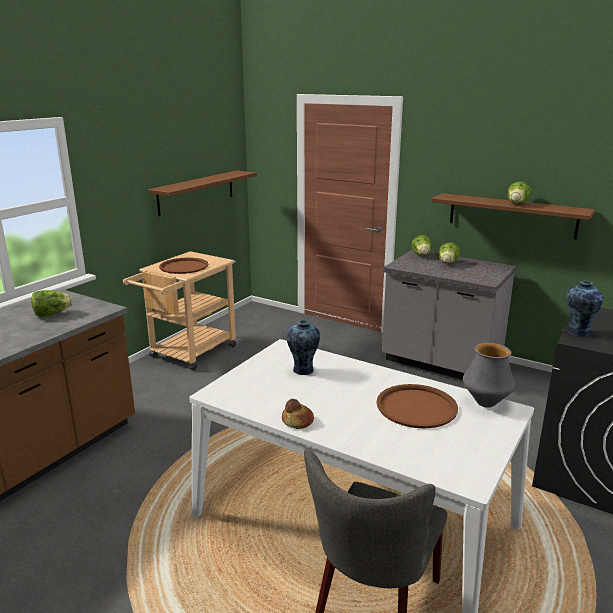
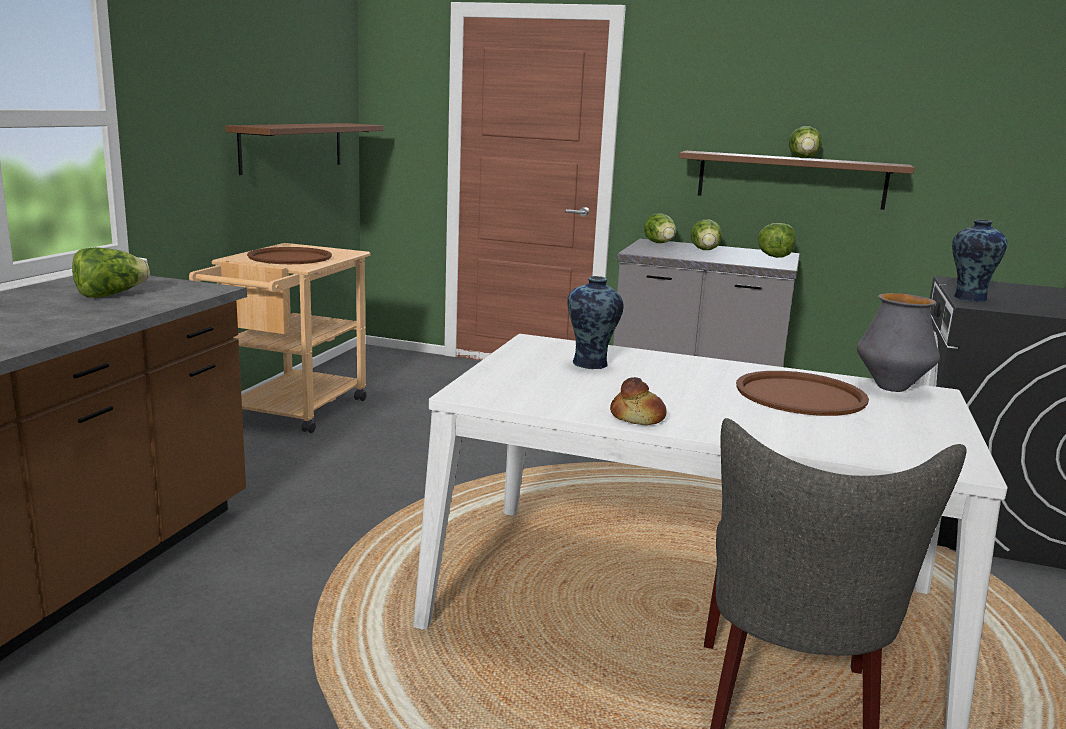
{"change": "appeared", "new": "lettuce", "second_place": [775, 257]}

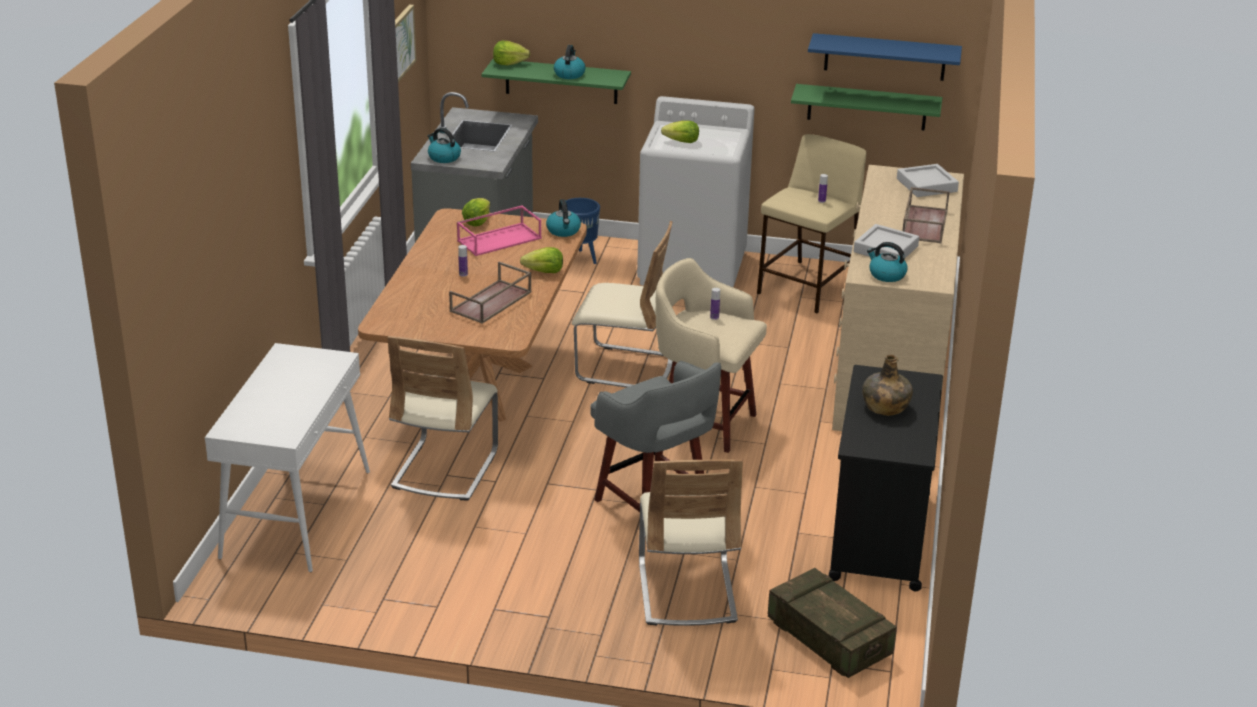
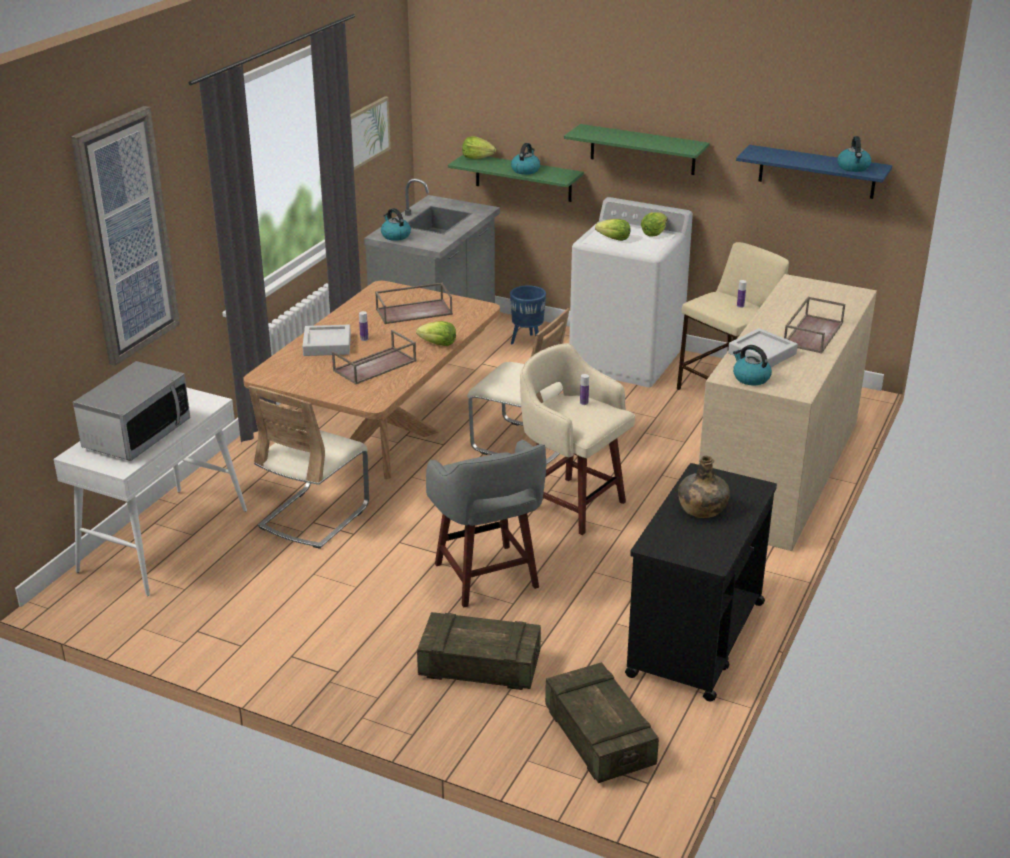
{"change": "appeared", "new": "picture", "second_place": [126, 236]}
{"change": "appeared", "new": "microwave", "second_place": [137, 435]}
{"change": "relocated", "old": "lettuce", "first_place": [477, 221], "second_place": [654, 233]}
{"change": "relocated", "old": "kettle", "first_place": [563, 231], "second_place": [853, 167]}
{"change": "relocated", "old": "green shelf", "first_place": [867, 107], "second_place": [642, 149]}
{"change": "relocated", "old": "grey tray", "first_place": [926, 185], "second_place": [327, 345]}
{"change": "exchanged", "old": "beige chair", "new": "crate", "first_place": [686, 591], "second_place": [479, 666]}
{"change": "colour", "old": "pink tray", "new": "brown tray", "first_place": [499, 239], "second_place": [414, 311]}

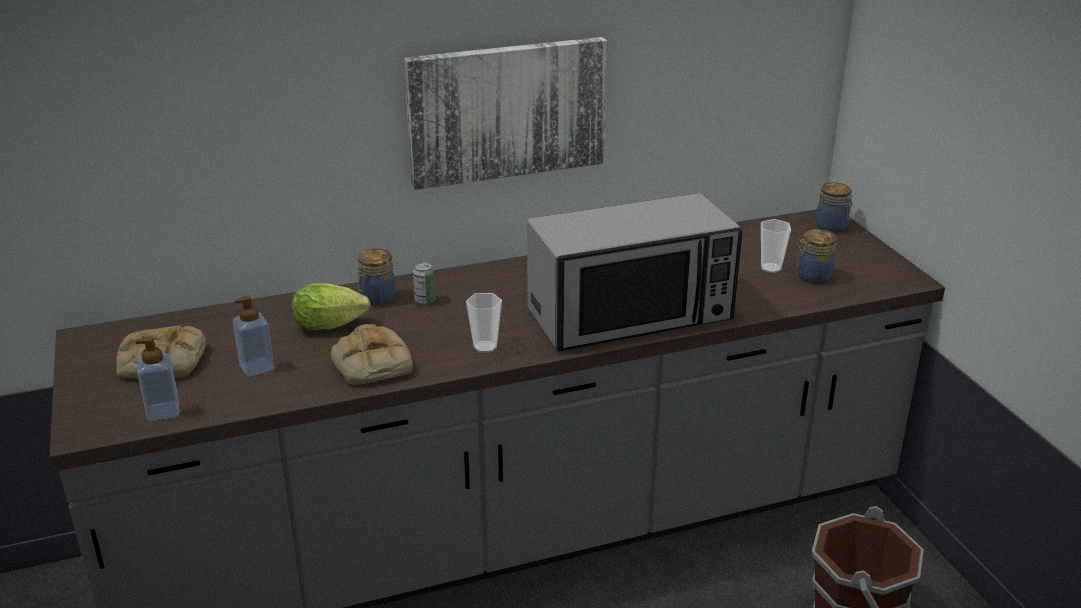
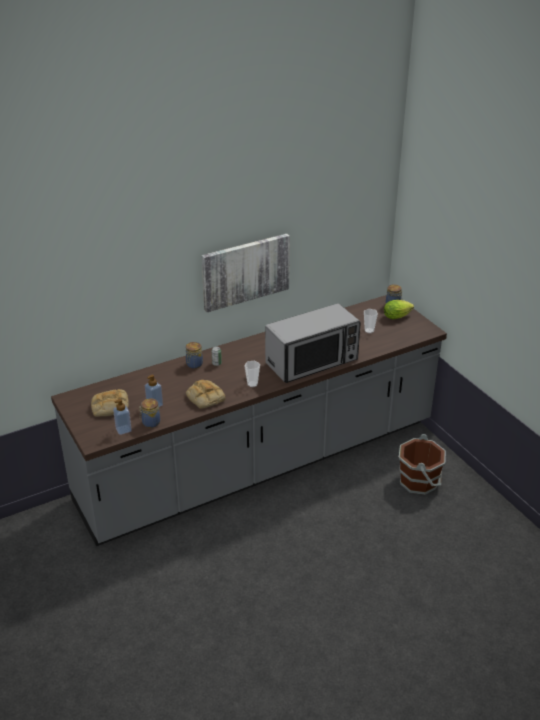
{"change": "relocated", "old": "lettuce", "first_place": [333, 325], "second_place": [398, 316]}
{"change": "relocated", "old": "jar", "first_place": [812, 277], "second_place": [150, 423]}

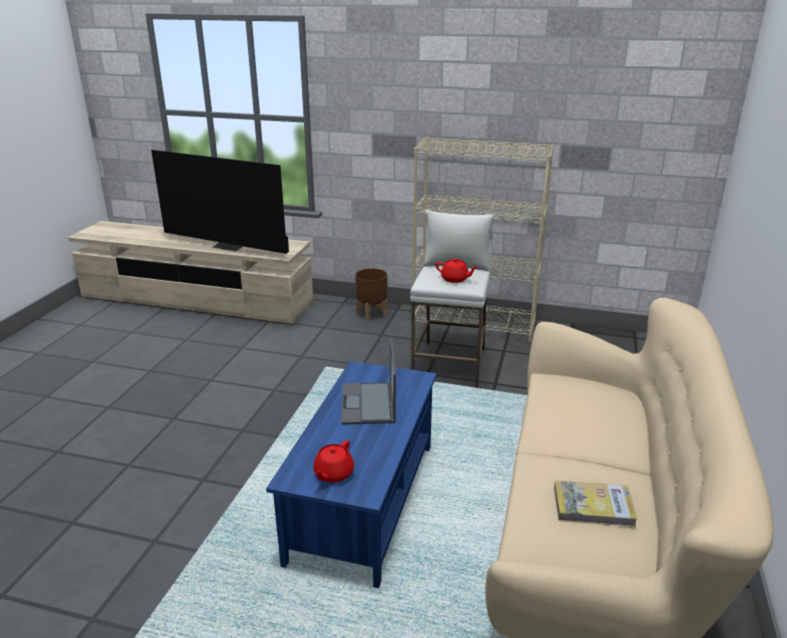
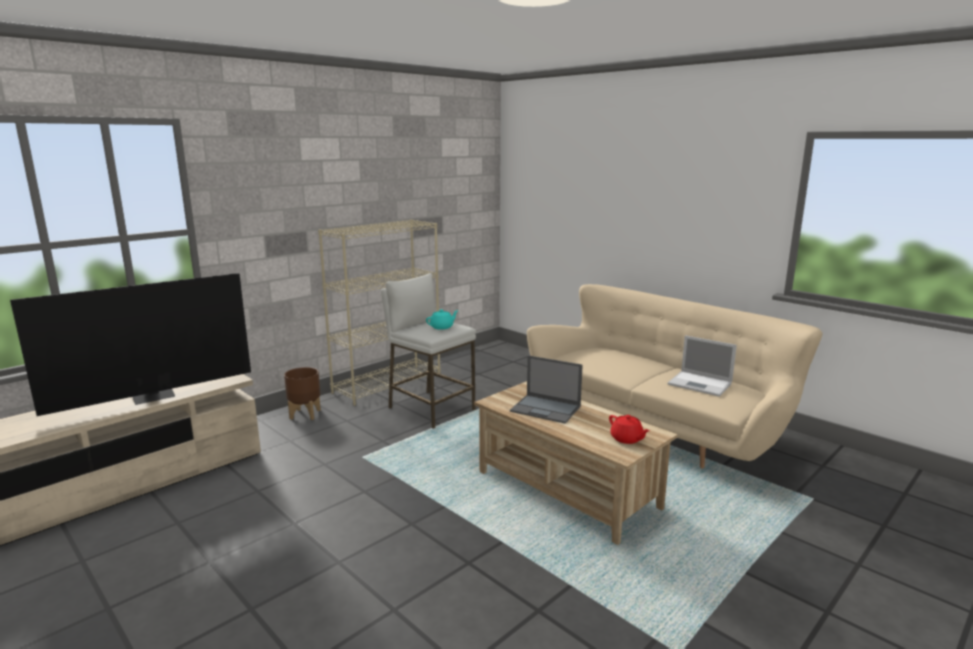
{"change": "exchanged", "old": "book", "new": "laptop", "first_place": [593, 506], "second_place": [701, 384]}
{"change": "colour", "old": "blue coffee table", "new": "beige coffee table", "first_place": [364, 501], "second_place": [567, 489]}
{"change": "colour", "old": "red teapot", "new": "turquoise teapot", "first_place": [455, 279], "second_place": [442, 327]}

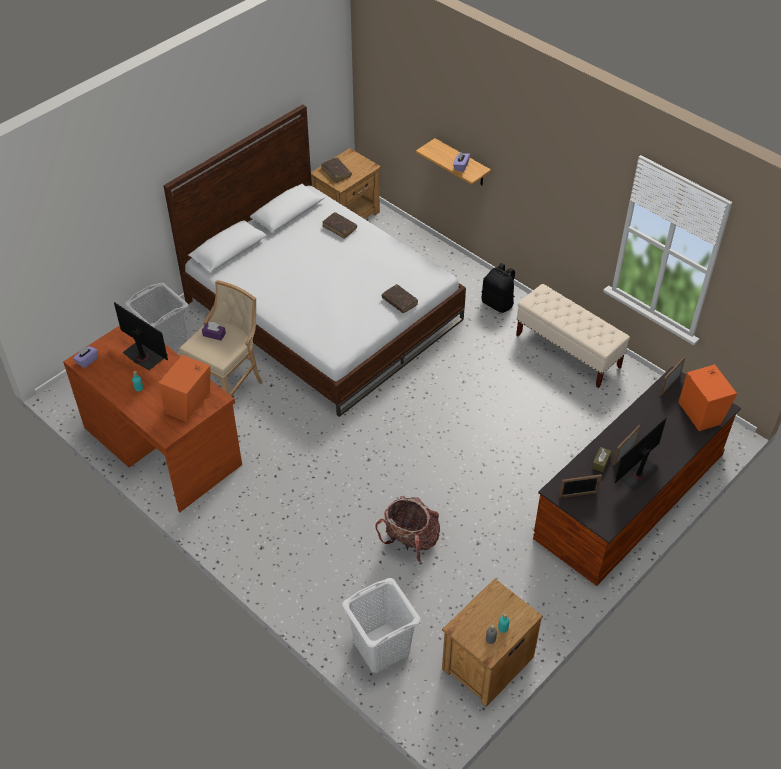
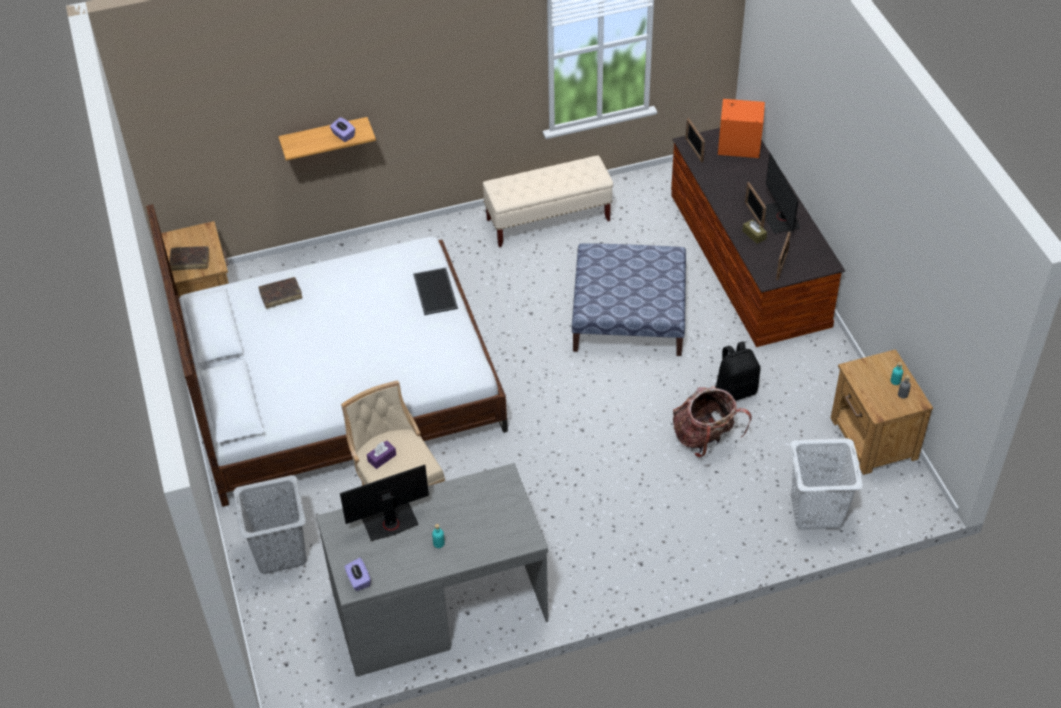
{"change": "missing", "old": "orange speaker", "first_place": [190, 404]}
{"change": "appeared", "new": "ottoman", "second_place": [629, 314]}
{"change": "relocated", "old": "black backpack", "first_place": [498, 303], "second_place": [735, 390]}
{"change": "exchanged", "old": "brown book", "new": "tray", "first_place": [399, 301], "second_place": [436, 292]}
{"change": "colour", "old": "brown desk", "new": "grey desk", "first_place": [163, 445], "second_place": [438, 605]}

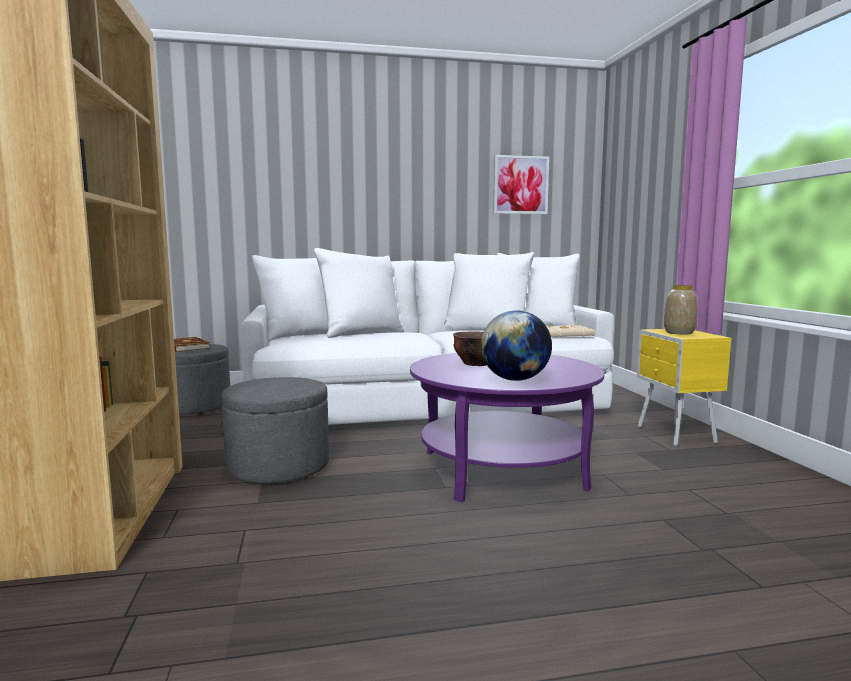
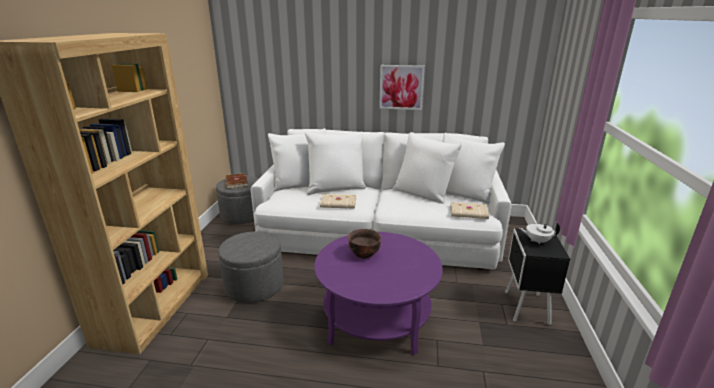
{"change": "missing", "old": "globe", "first_place": [515, 379]}
{"change": "appeared", "new": "beige book", "second_place": [338, 203]}
{"change": "relocated", "old": "picture", "first_place": [520, 185], "second_place": [401, 87]}
{"change": "exchanged", "old": "vase", "new": "white teapot", "first_place": [678, 332], "second_place": [537, 241]}
{"change": "colour", "old": "yellow nightstand", "new": "black nightstand", "first_place": [676, 435], "second_place": [526, 308]}

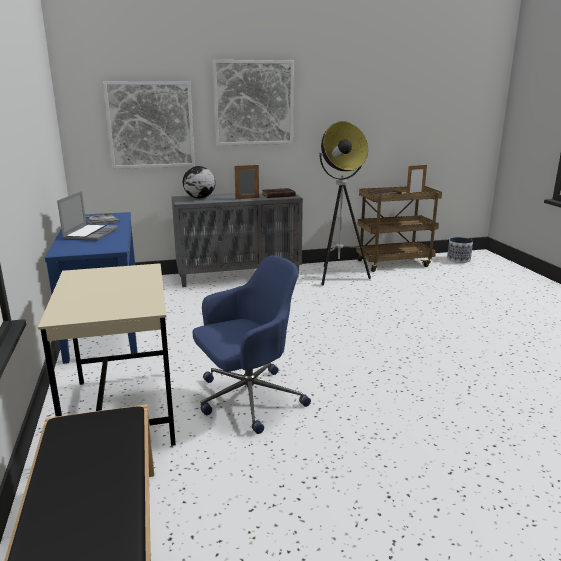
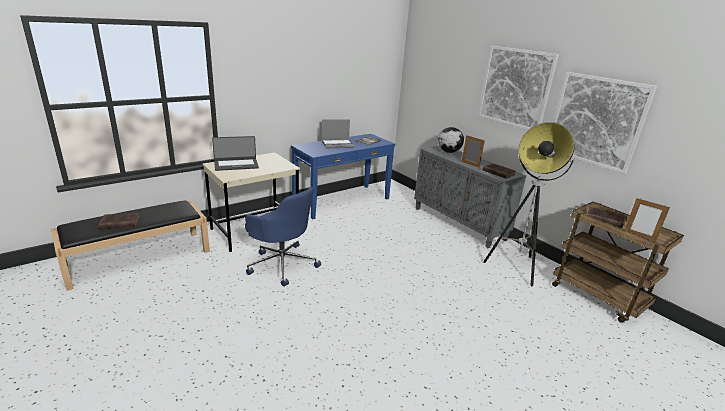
{"change": "missing", "old": "planter", "first_place": [458, 259]}
{"change": "appeared", "new": "brown book", "second_place": [119, 223]}
{"change": "appeared", "new": "laptop", "second_place": [236, 165]}
{"change": "relocated", "old": "picture", "first_place": [150, 125], "second_place": [596, 121]}

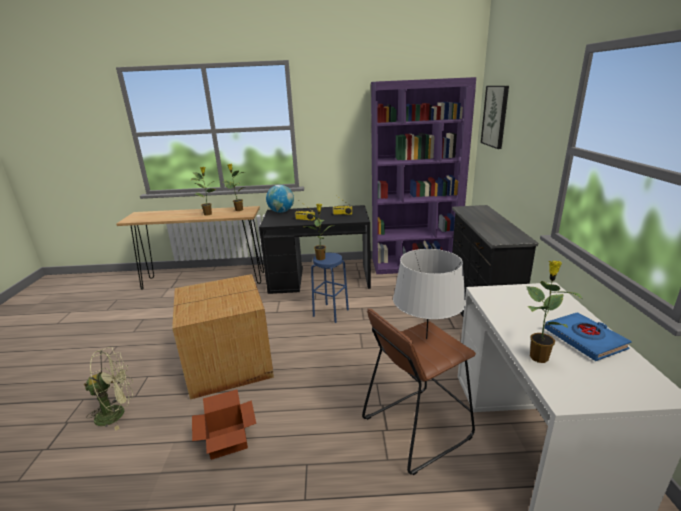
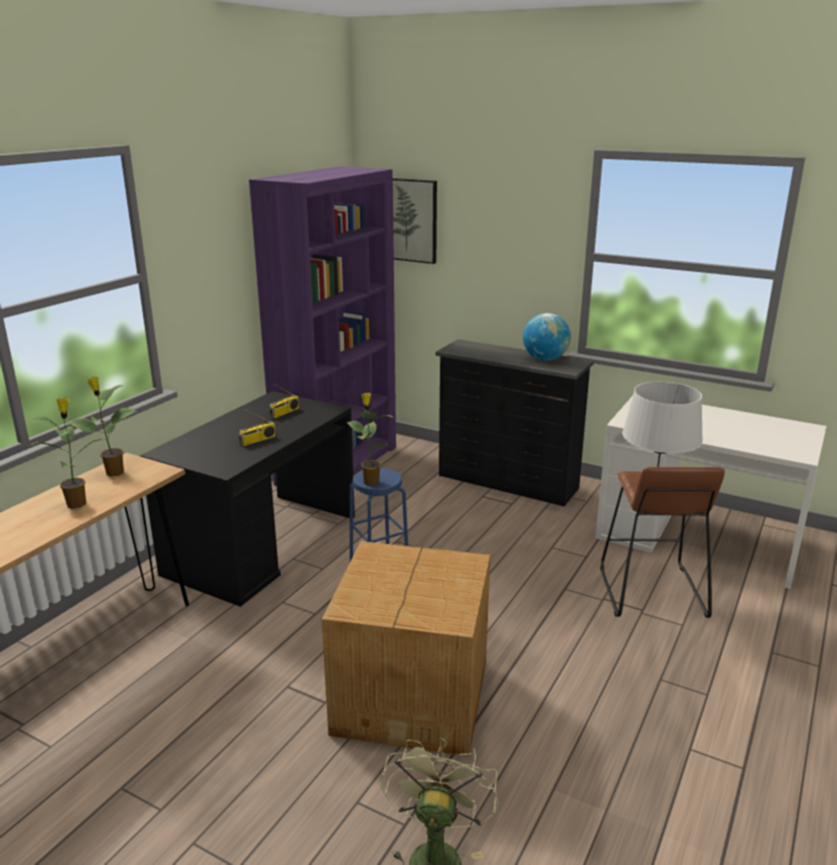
{"change": "missing", "old": "cardboard box", "first_place": [227, 441]}
{"change": "missing", "old": "potted plant", "first_place": [538, 356]}
{"change": "missing", "old": "blue book", "first_place": [584, 339]}
{"change": "relocated", "old": "globe", "first_place": [281, 212], "second_place": [545, 359]}

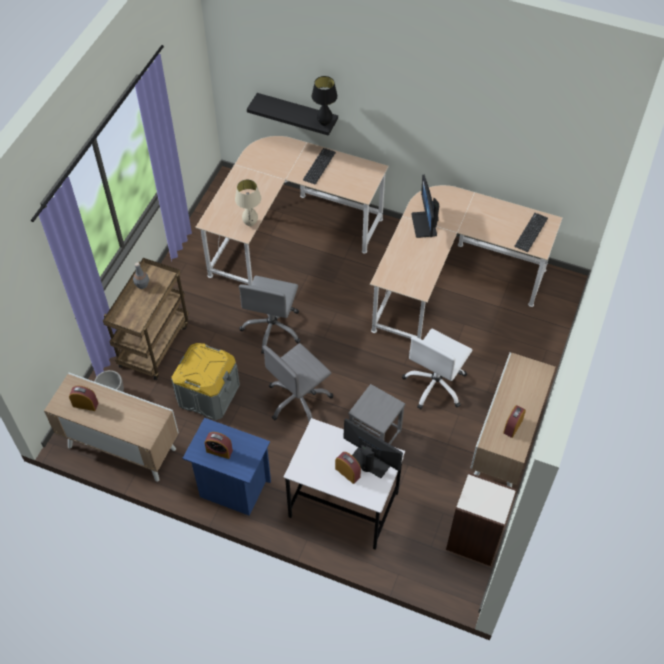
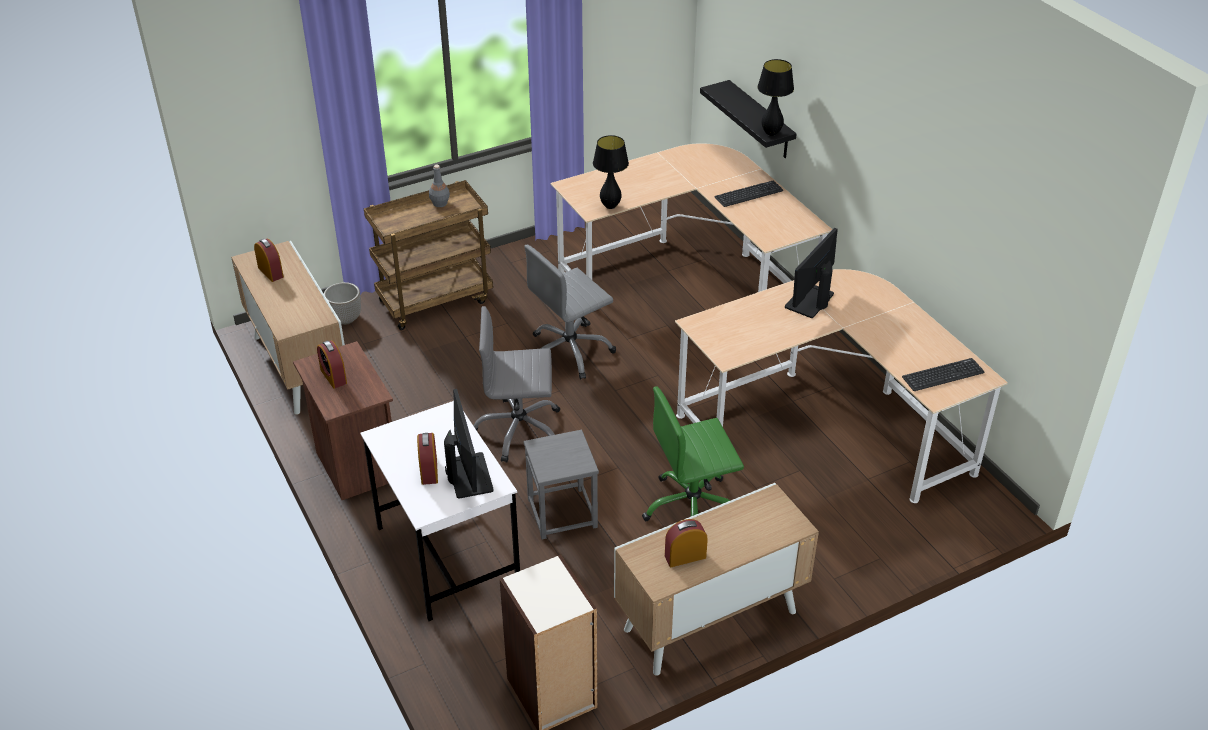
{"change": "missing", "old": "grey storage box", "first_place": [208, 394]}
{"change": "colour", "old": "blue nightstand", "new": "brown nightstand", "first_place": [232, 488], "second_place": [355, 466]}
{"change": "colour", "old": "beige table lamp", "new": "black table lamp", "first_place": [250, 223], "second_place": [610, 206]}
{"change": "colour", "old": "white office chair", "new": "green office chair", "first_place": [435, 385], "second_place": [692, 508]}

